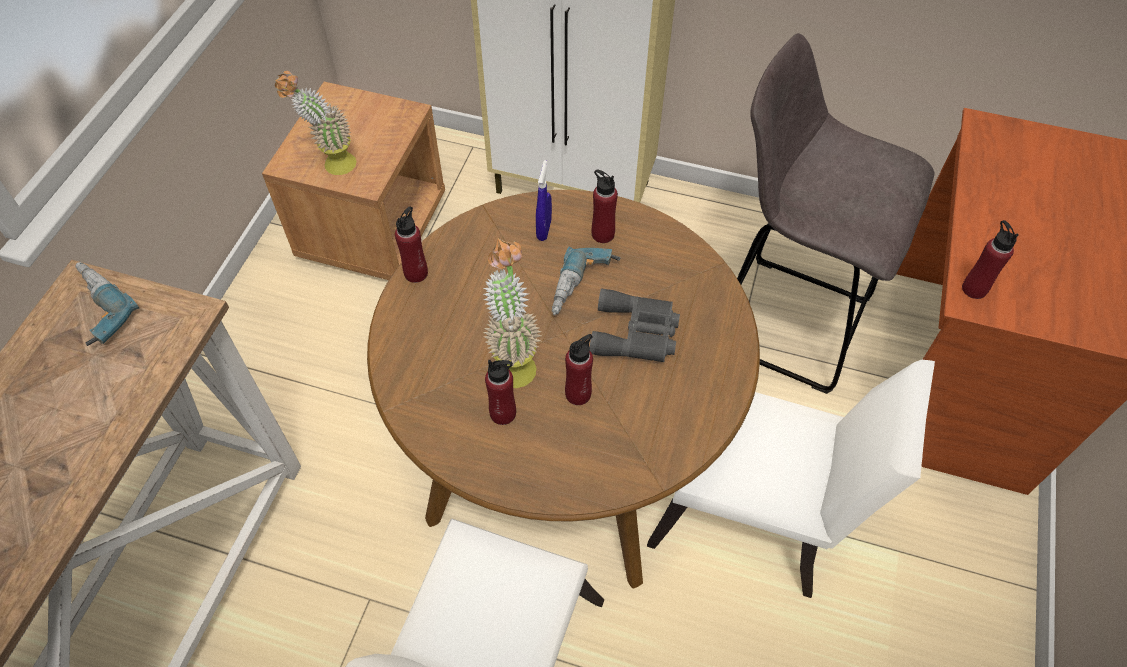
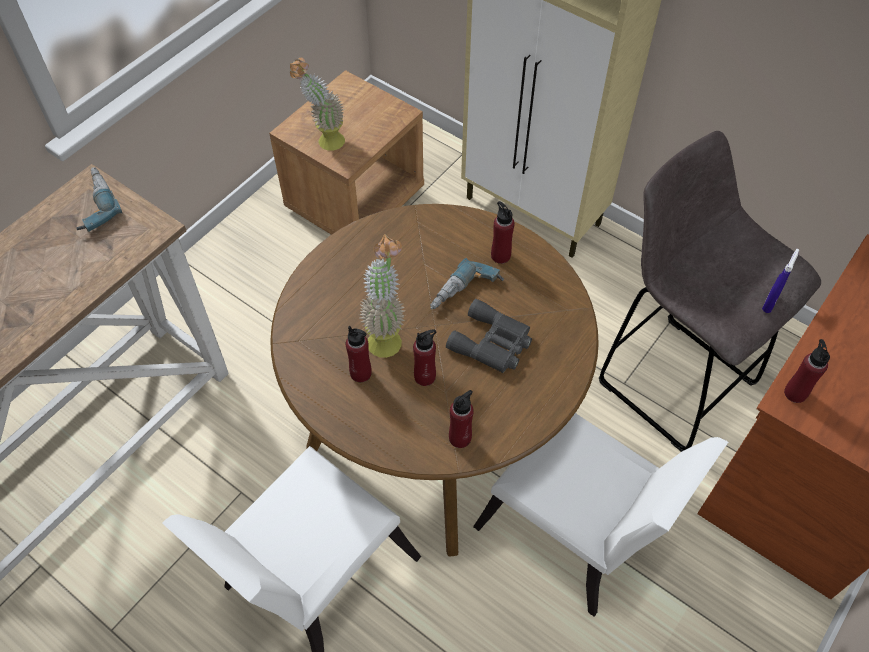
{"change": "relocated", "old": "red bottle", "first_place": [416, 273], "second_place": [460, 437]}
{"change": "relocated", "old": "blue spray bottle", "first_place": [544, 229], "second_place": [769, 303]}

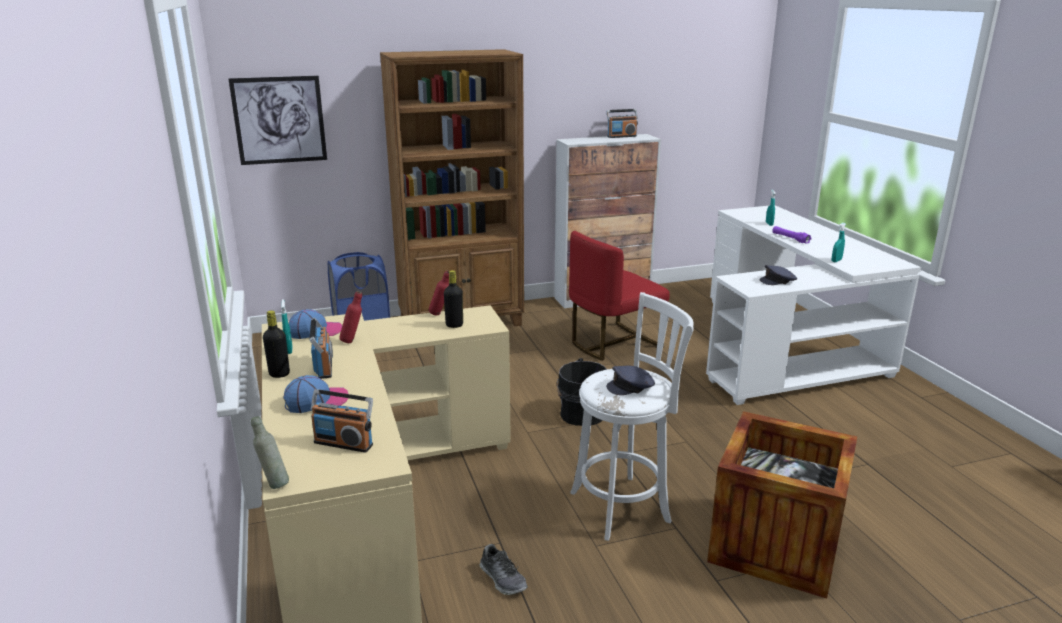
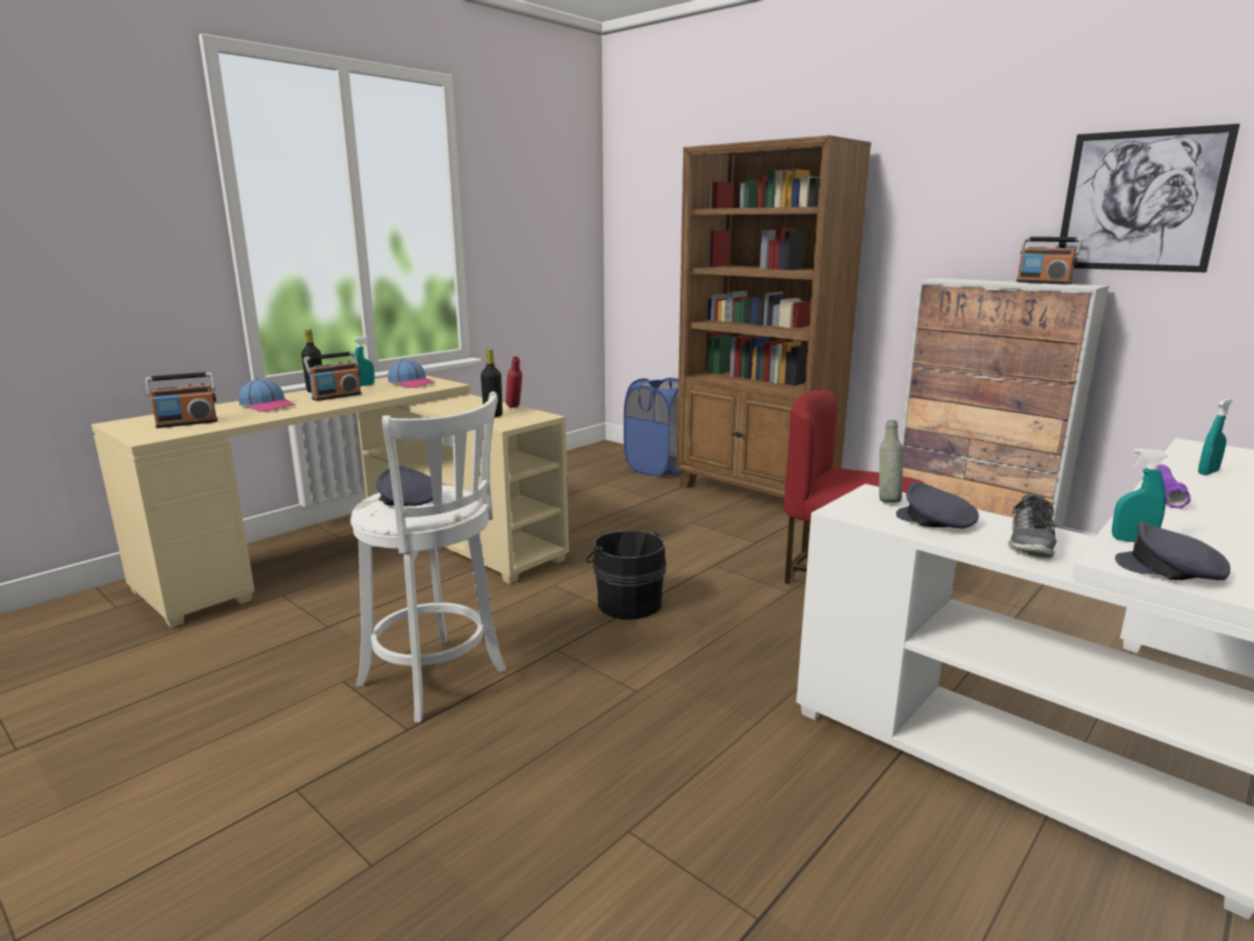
{"change": "missing", "old": "red bottle", "first_place": [353, 341]}
{"change": "missing", "old": "crate", "first_place": [775, 544]}
{"change": "appeared", "new": "grey cap", "second_place": [1172, 571]}
{"change": "relocated", "old": "picture", "first_place": [279, 120], "second_place": [1140, 201]}
{"change": "relocated", "old": "grey bottle", "first_place": [274, 484], "second_place": [887, 500]}
{"change": "relocated", "old": "shoe", "first_place": [503, 579], "second_place": [1031, 543]}
{"change": "spun", "old": "radio", "first_place": [344, 443], "second_place": [187, 423], "degrees": -105}

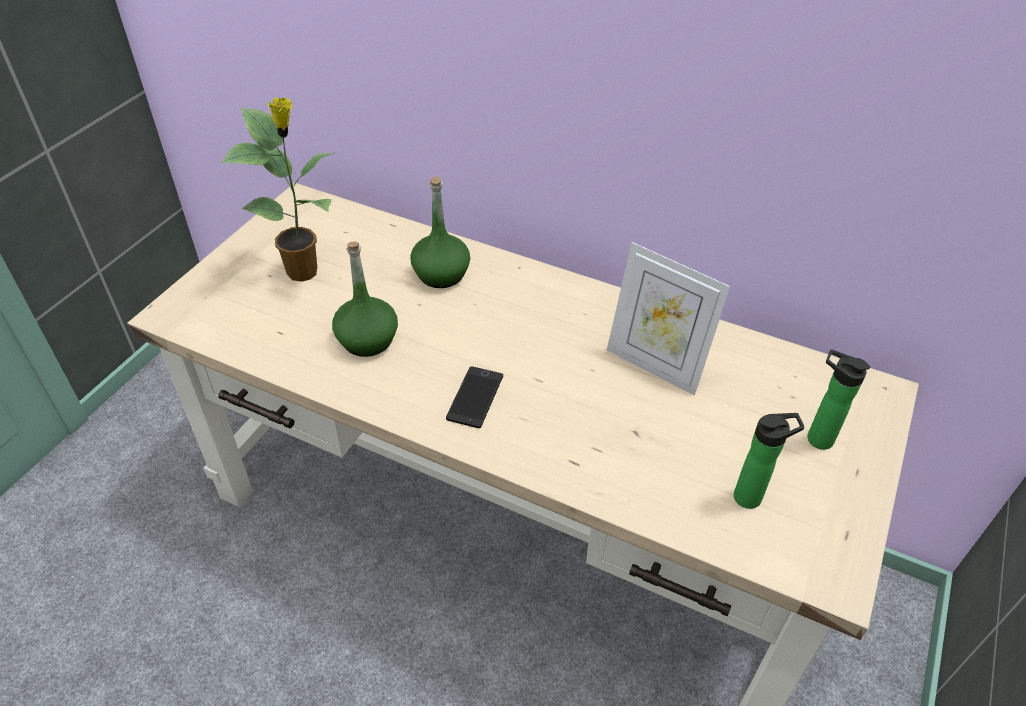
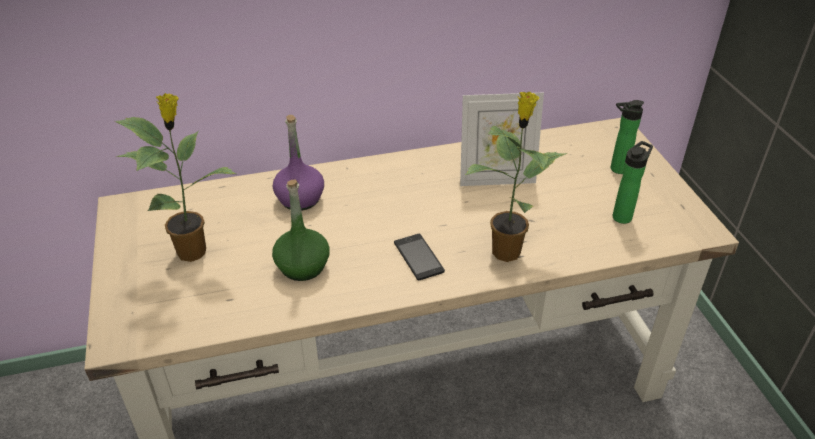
{"change": "appeared", "new": "potted plant", "second_place": [506, 250]}
{"change": "colour", "old": "green bottle", "new": "purple bottle", "first_place": [441, 274], "second_place": [300, 199]}

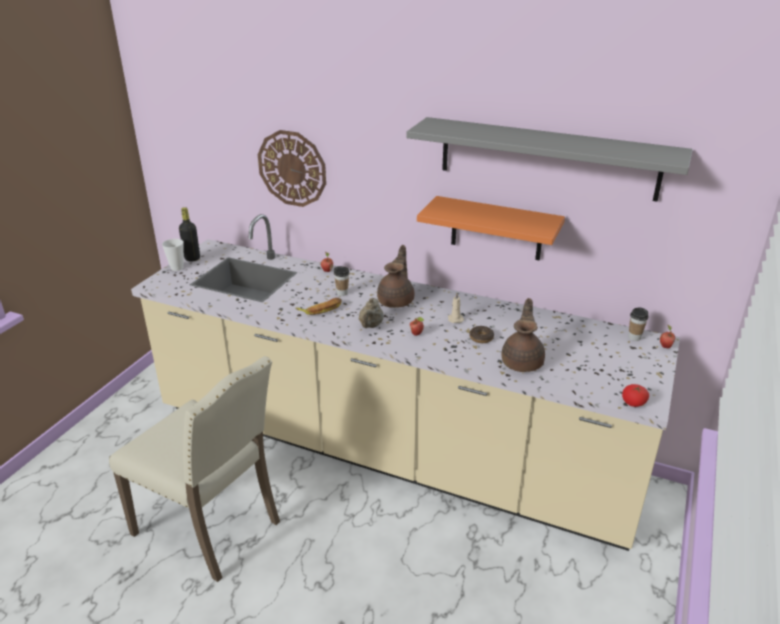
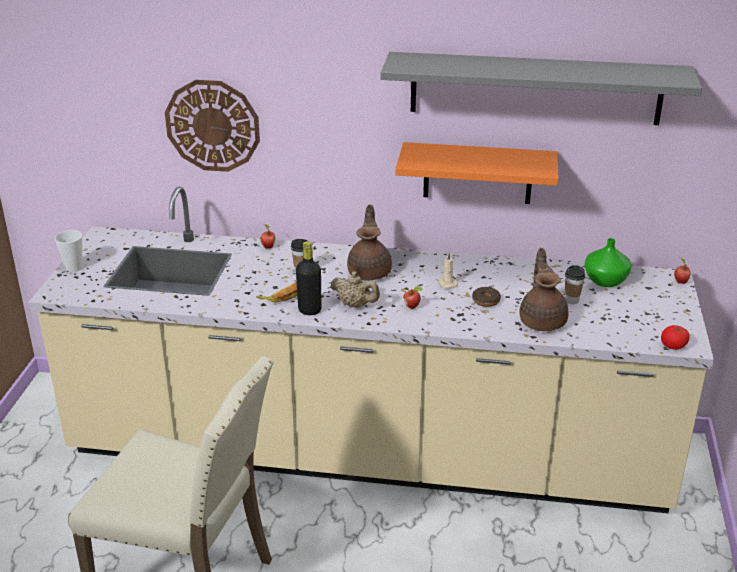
{"change": "appeared", "new": "green vase", "second_place": [605, 281]}
{"change": "relocated", "old": "black bottle", "first_place": [192, 258], "second_place": [309, 310]}
{"change": "relocated", "old": "cup", "first_place": [634, 337], "second_place": [571, 300]}
{"change": "spun", "old": "beige teapot", "first_place": [371, 326], "second_place": [355, 305], "degrees": -60}

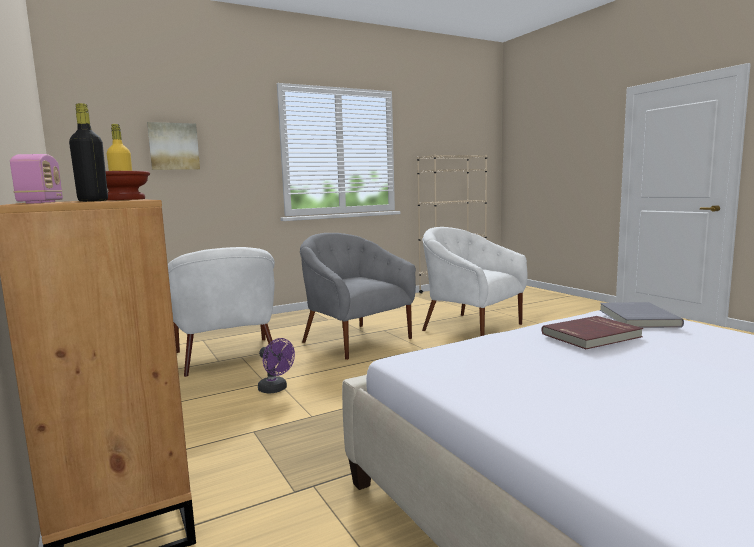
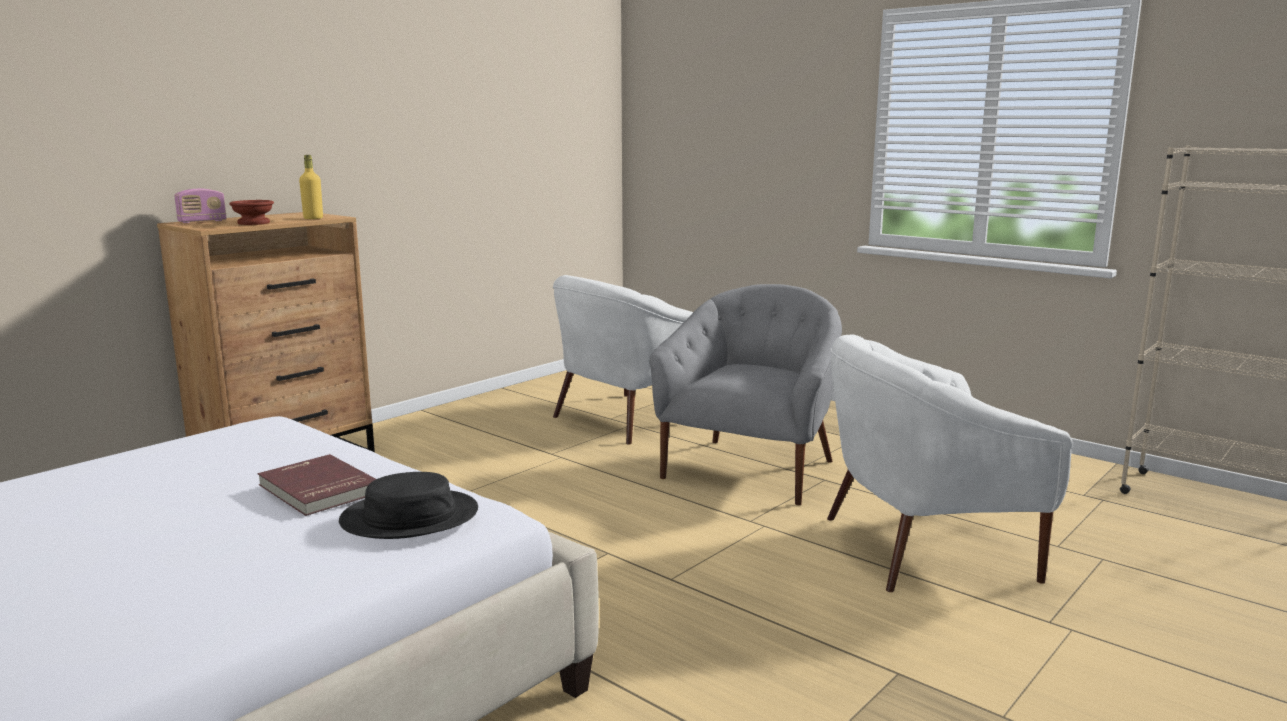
{"change": "missing", "old": "black bottle", "first_place": [93, 201]}
{"change": "missing", "old": "picture", "first_place": [173, 146]}
{"change": "missing", "old": "purple fan", "first_place": [276, 389]}
{"change": "exchanged", "old": "grey book", "new": "black hat", "first_place": [636, 318], "second_place": [410, 517]}
{"change": "spun", "old": "white armchair", "first_place": [471, 327], "second_place": [924, 547], "degrees": -120}

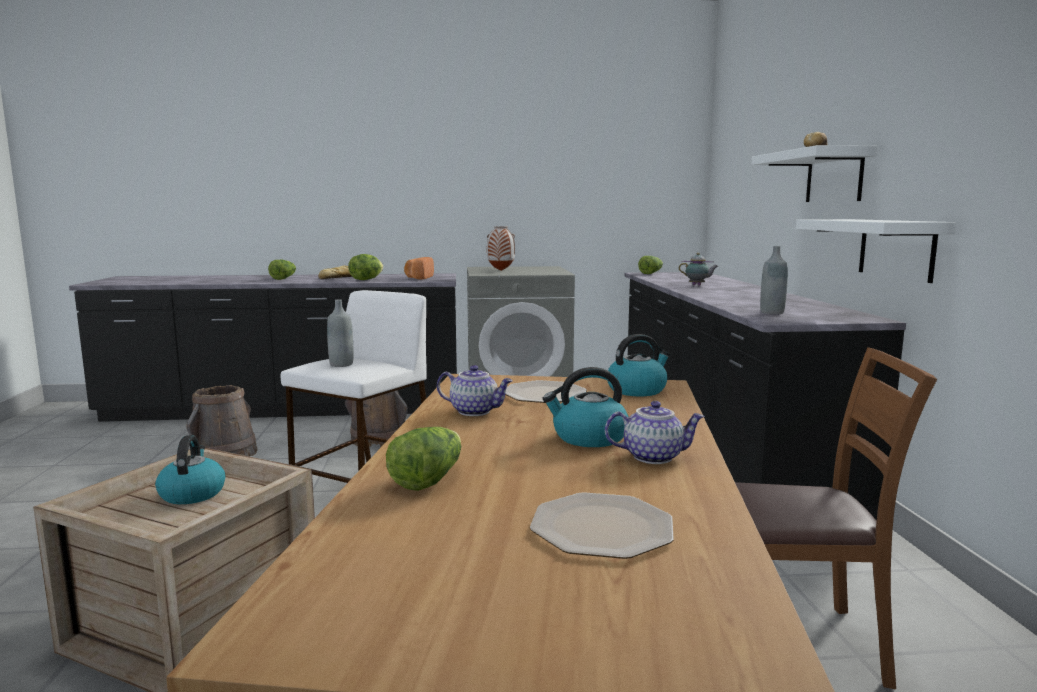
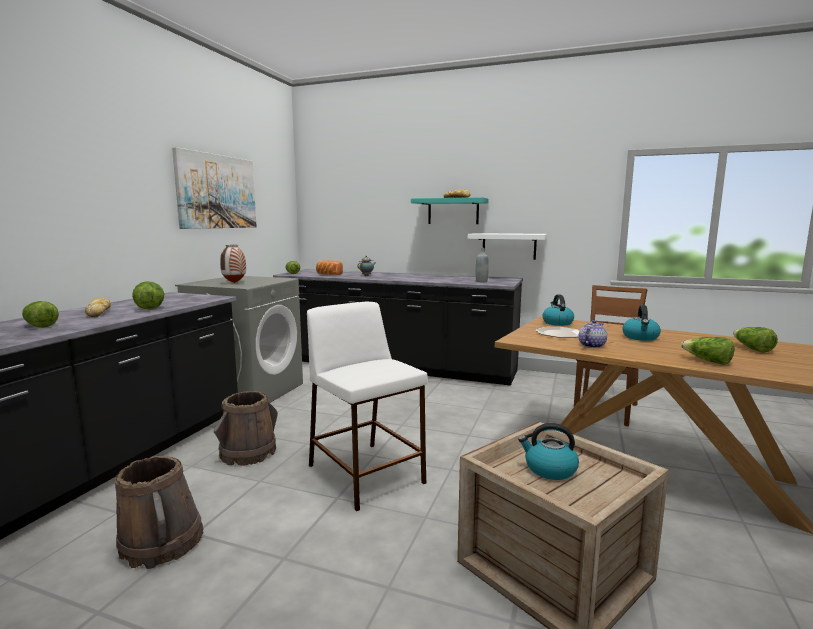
{"change": "missing", "old": "grey bottle", "first_place": [341, 364]}
{"change": "missing", "old": "teapot", "first_place": [653, 457]}
{"change": "appeared", "new": "picture", "second_place": [217, 191]}
{"change": "relocated", "old": "bread", "first_place": [418, 278], "second_place": [328, 274]}
{"change": "exchanged", "old": "plate", "new": "lettuce", "first_place": [600, 528], "second_place": [752, 349]}
{"change": "colour", "old": "white shelf", "new": "turquoise shelf", "first_place": [834, 176], "second_place": [453, 211]}

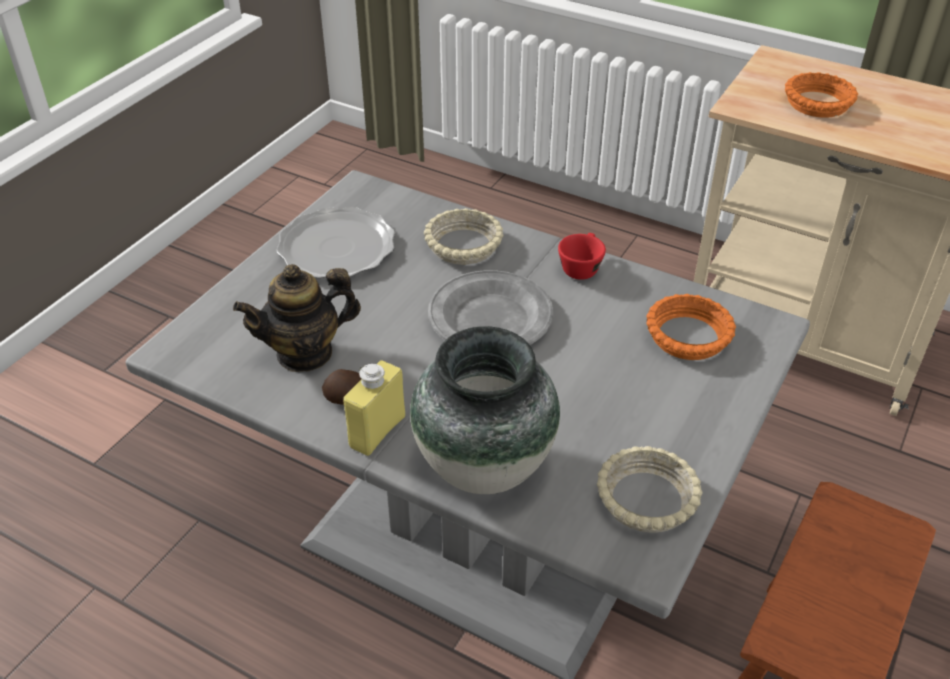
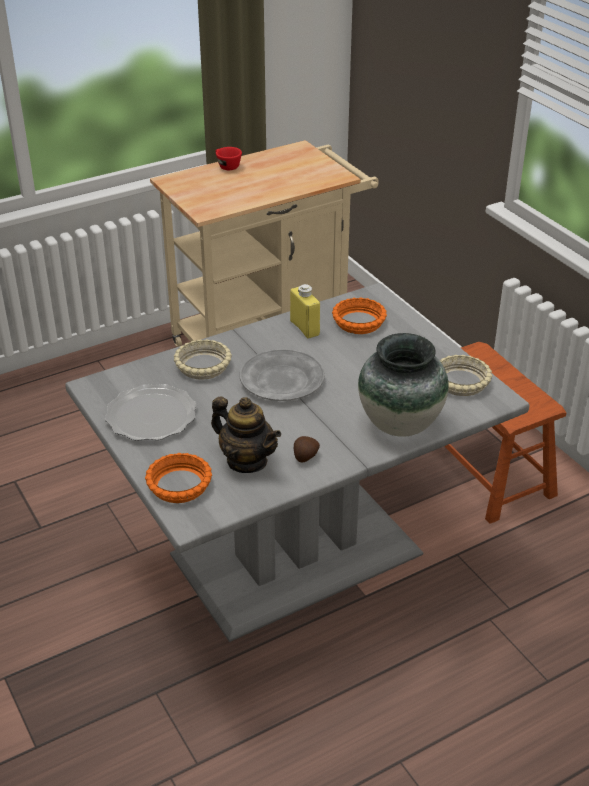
{"change": "relocated", "old": "yellow bottle", "first_place": [377, 431], "second_place": [304, 328]}
{"change": "relocated", "old": "red cup", "first_place": [581, 267], "second_place": [226, 166]}
{"change": "relocated", "old": "orange bowl", "first_place": [818, 103], "second_place": [179, 484]}
{"change": "spun", "old": "teapot", "first_place": [305, 353], "second_place": [247, 461], "degrees": -60}

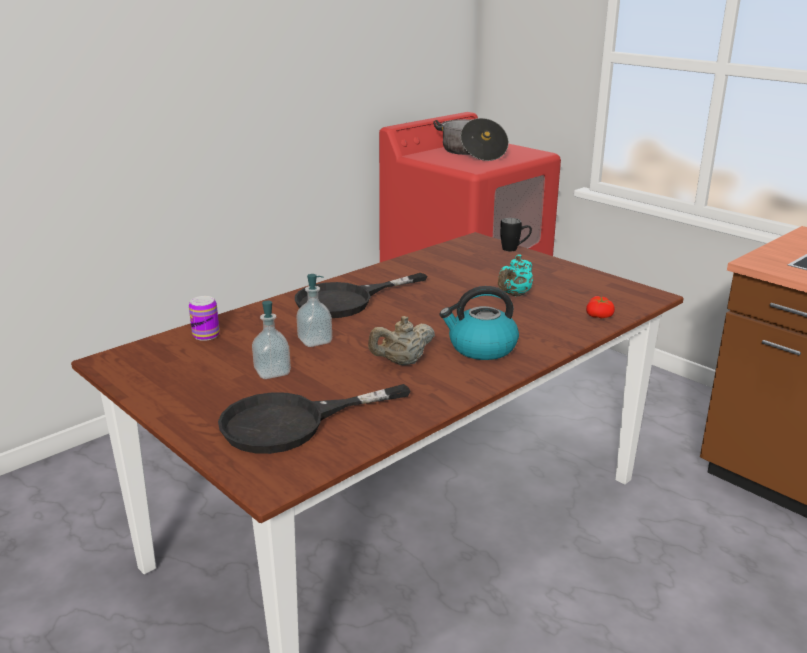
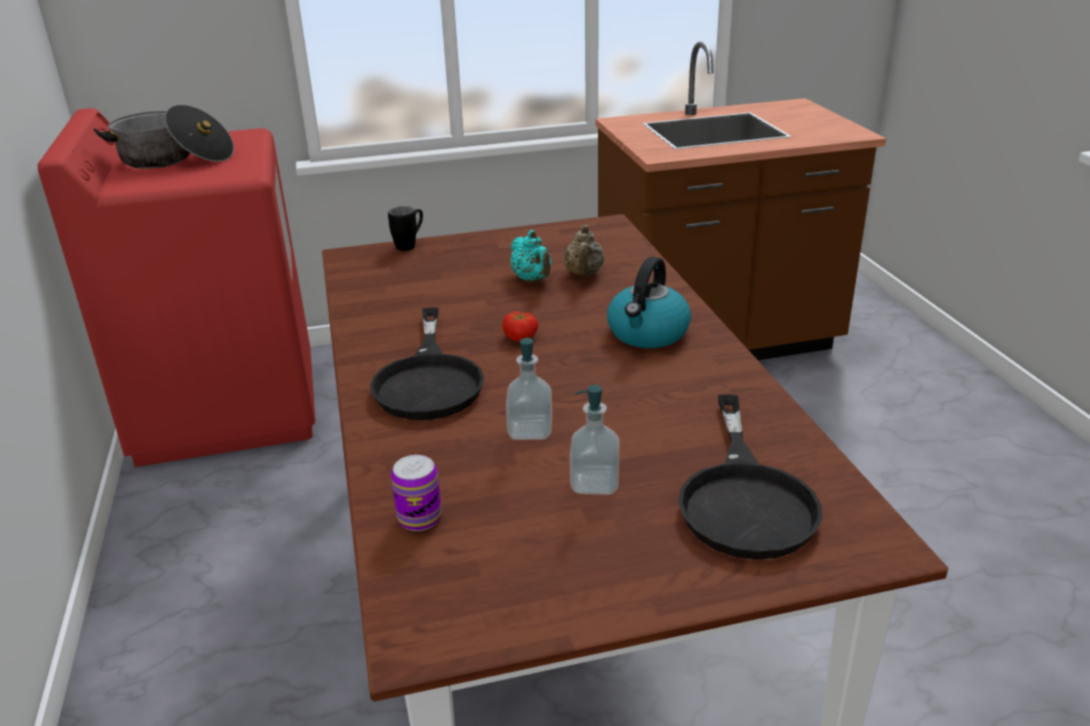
{"change": "relocated", "old": "beige teapot", "first_place": [402, 362], "second_place": [584, 274]}
{"change": "relocated", "old": "tomato", "first_place": [600, 316], "second_place": [521, 337]}

